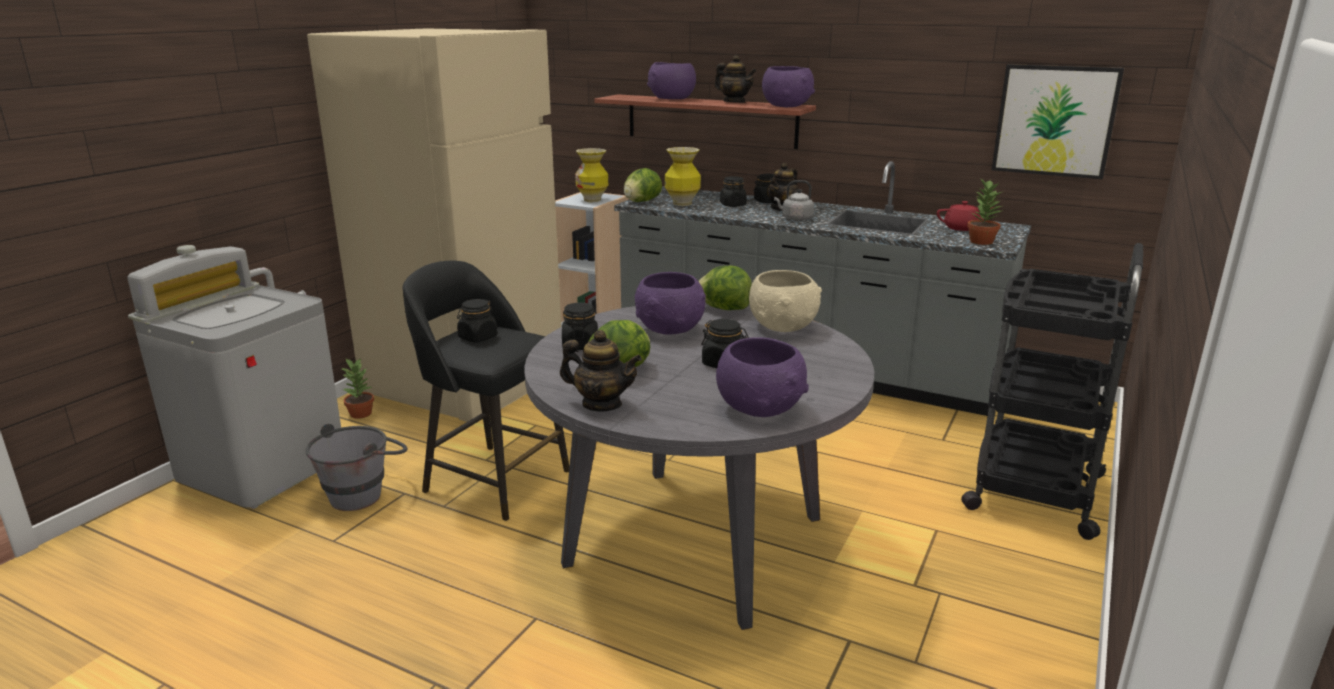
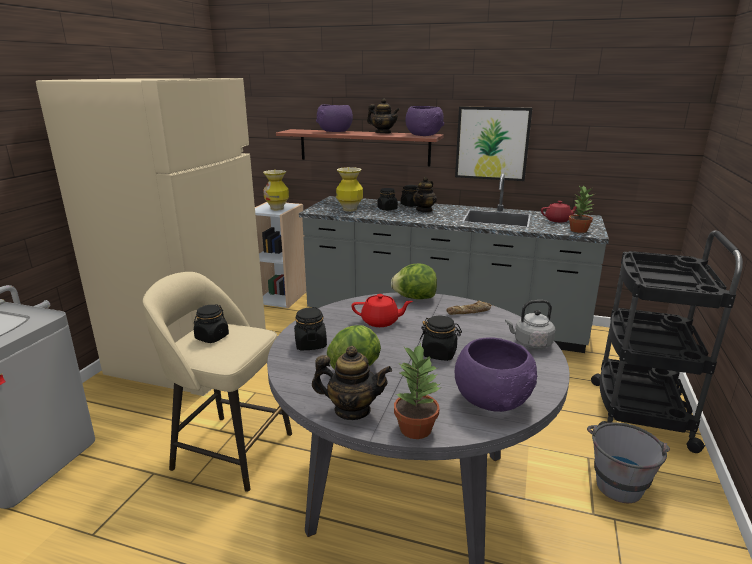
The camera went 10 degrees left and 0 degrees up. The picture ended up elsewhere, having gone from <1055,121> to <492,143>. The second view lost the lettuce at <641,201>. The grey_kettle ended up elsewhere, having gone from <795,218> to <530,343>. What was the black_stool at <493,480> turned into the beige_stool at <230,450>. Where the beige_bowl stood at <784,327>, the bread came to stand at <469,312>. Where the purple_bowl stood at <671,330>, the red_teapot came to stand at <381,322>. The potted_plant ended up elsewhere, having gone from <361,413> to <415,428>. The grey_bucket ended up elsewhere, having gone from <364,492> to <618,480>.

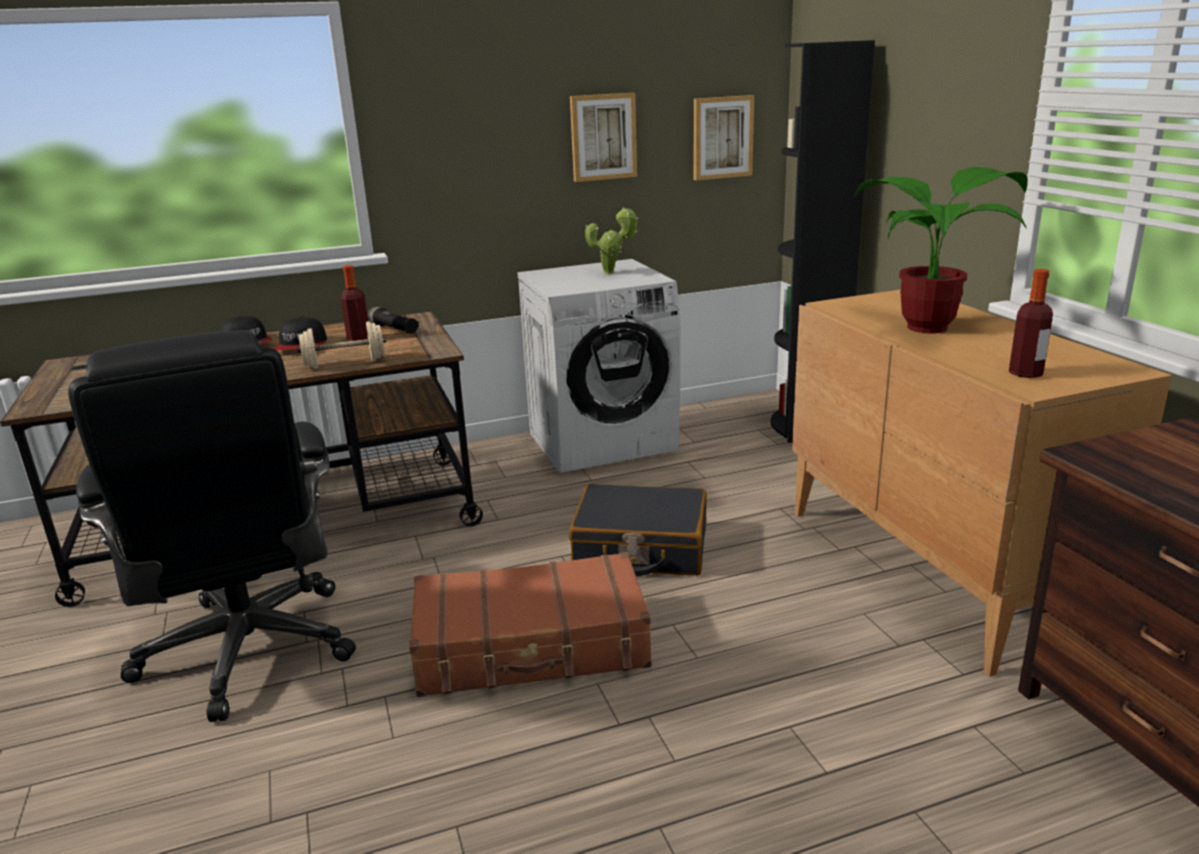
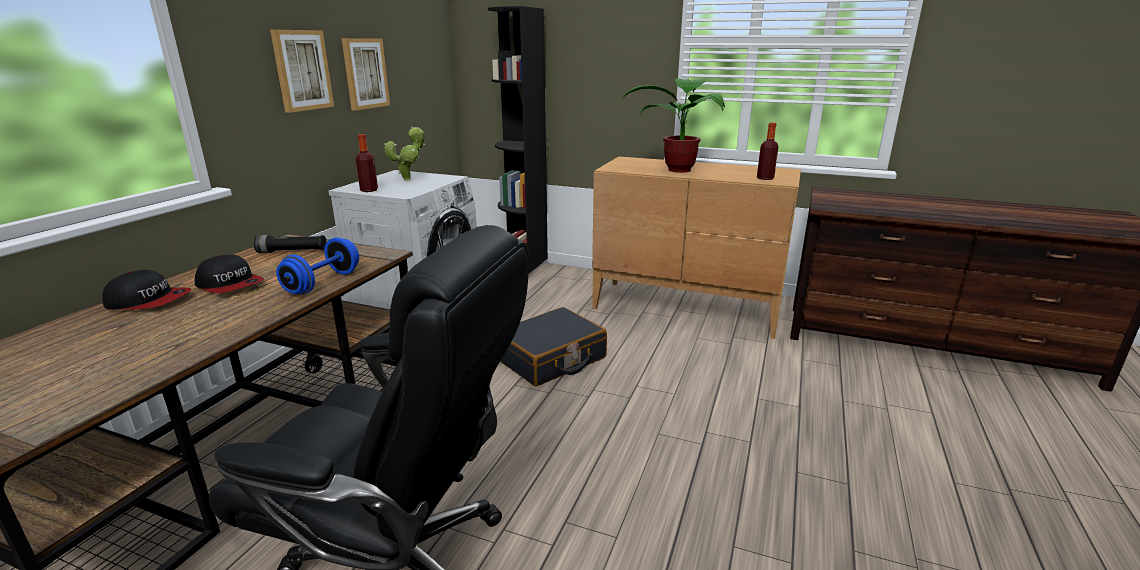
The camera went 50 degrees left and 0 degrees up. The picture ended up elsewhere, having gone from <722,137> to <302,70>. The bottle ended up elsewhere, having gone from <358,338> to <369,190>. What was the beige_dumbbell at <345,363> turned into the blue_dumbbell at <323,283>. The second view lost the brown_suitcase at <532,646>.

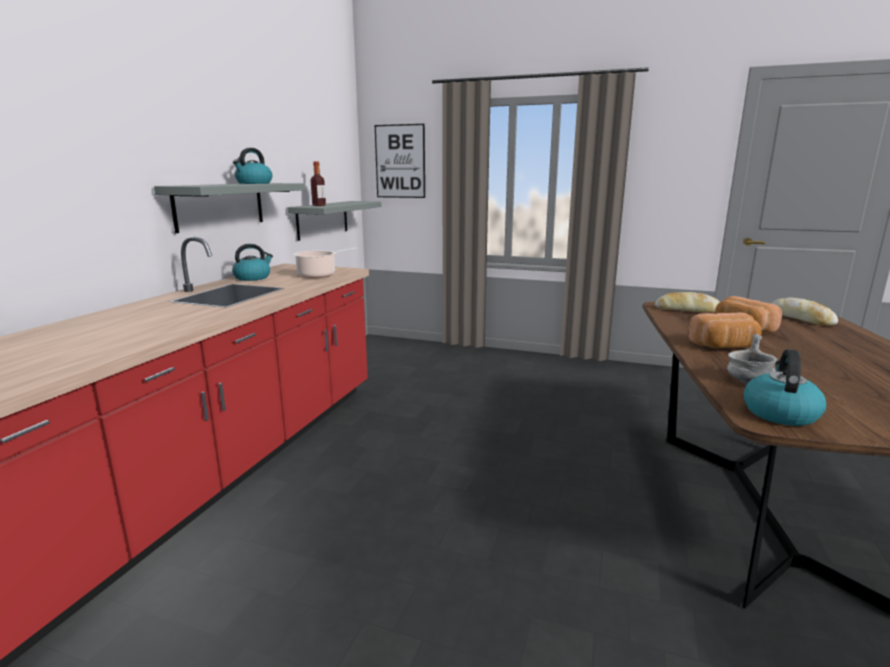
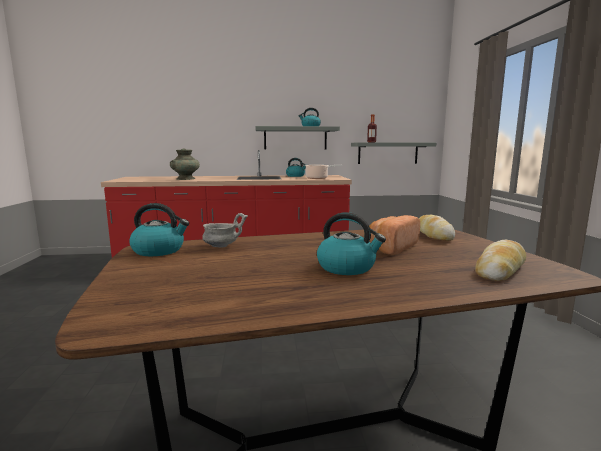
The camera went 65 degrees right and 5 degrees down. The second view lost the picture at <400,161>. The second view lost the bread at <724,346>. The second view gained the turquoise_vase at <185,179>. The second view gained the kettle at <347,267>.

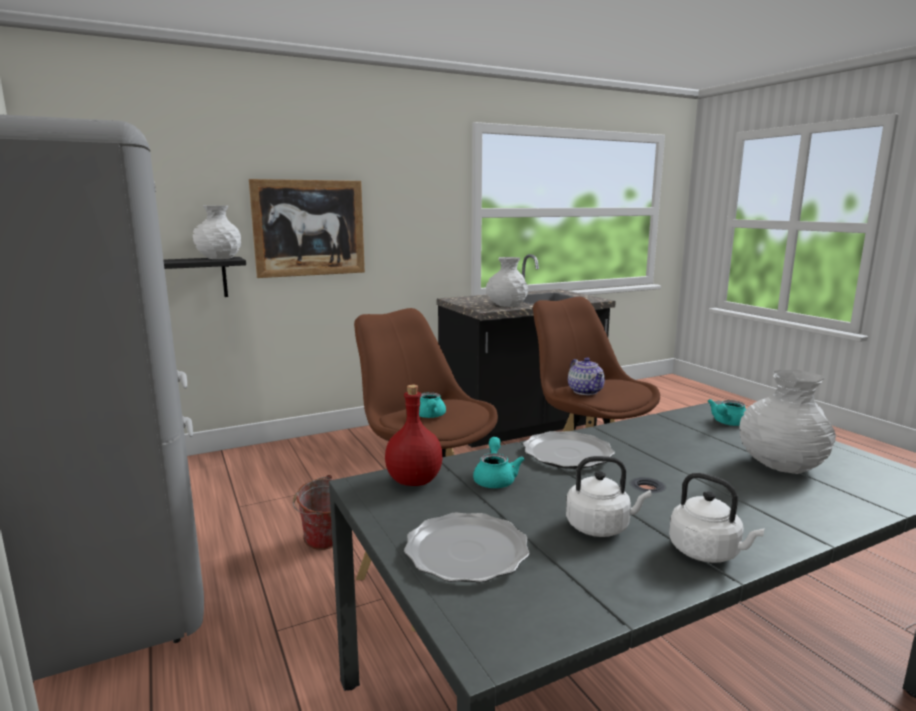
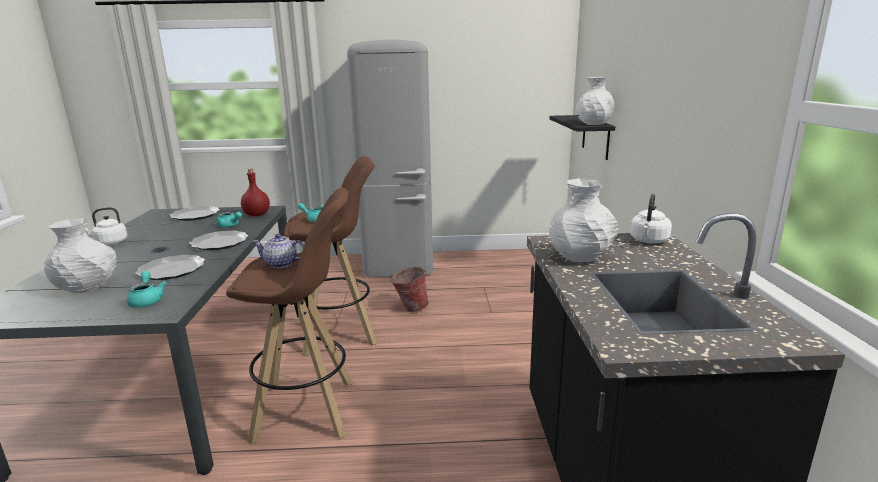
The camera went 115 degrees right and 5 degrees up. The second view lost the picture at <309,228>. The white_kettle ended up elsewhere, having gone from <601,527> to <648,241>. The second view gained the plate at <172,270>.

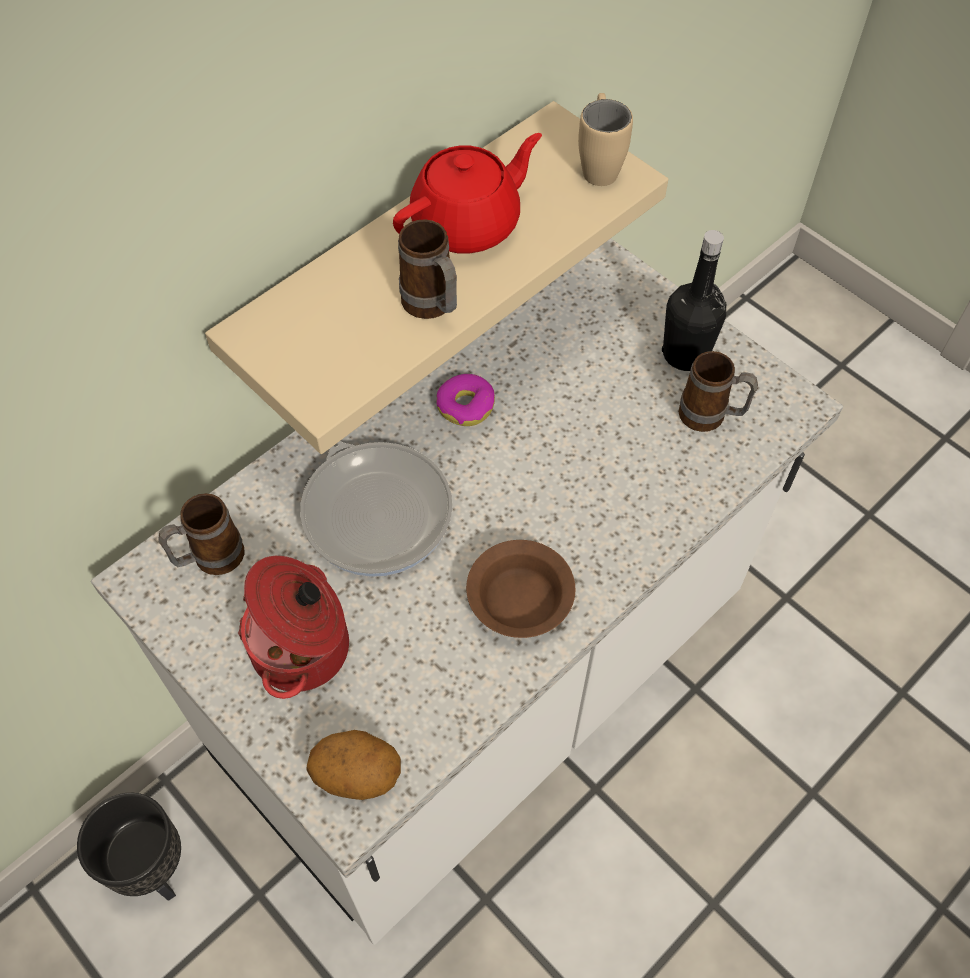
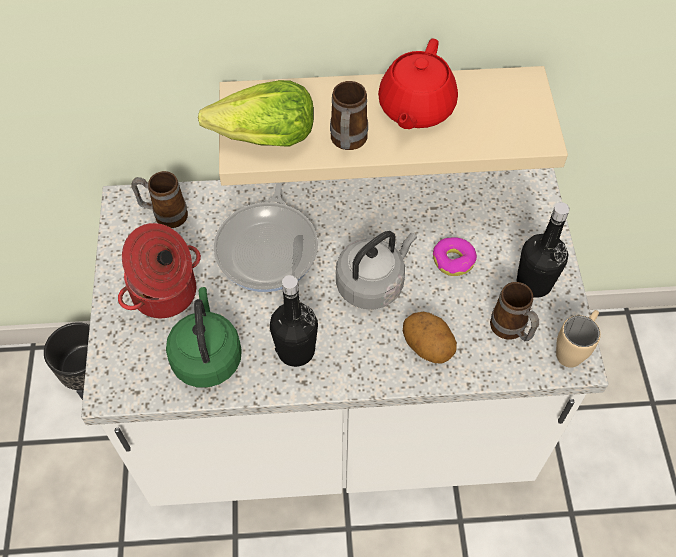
The camera went 40 degrees right and 0 degrees up. The beige_mug ended up elsewhere, having gone from <599,165> to <573,349>. The red_teapot at <468,224> ended up facing another way, 105 degrees clockwise from before. The donut ended up elsewhere, having gone from <466,405> to <453,260>. Where the brown_bowl stood at <518,599>, the black_bottle came to stand at <296,350>. The potato ended up elsewhere, having gone from <358,774> to <428,346>. The second view gained the lettuce at <265,138>. The second view gained the grey_kettle at <373,283>. The second view gained the green_kettle at <207,356>.

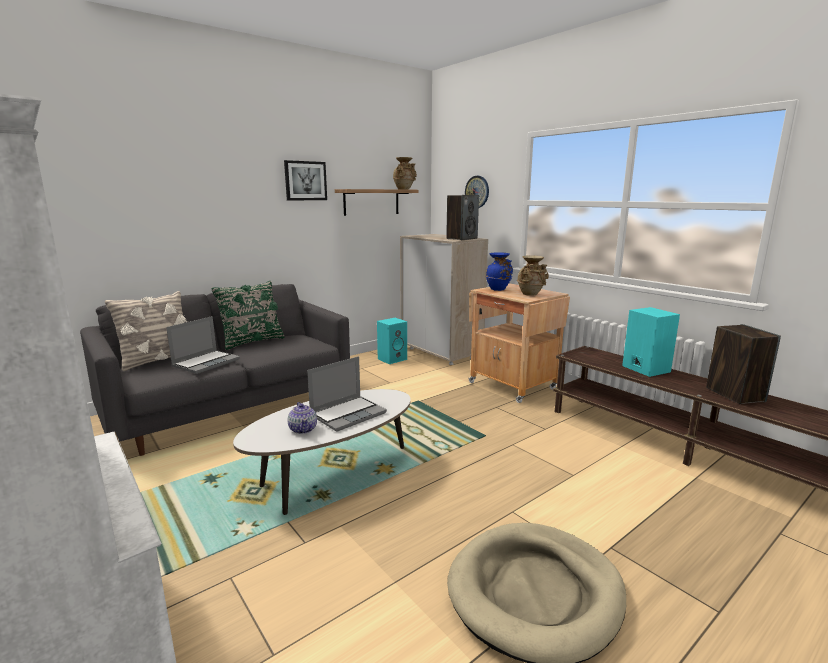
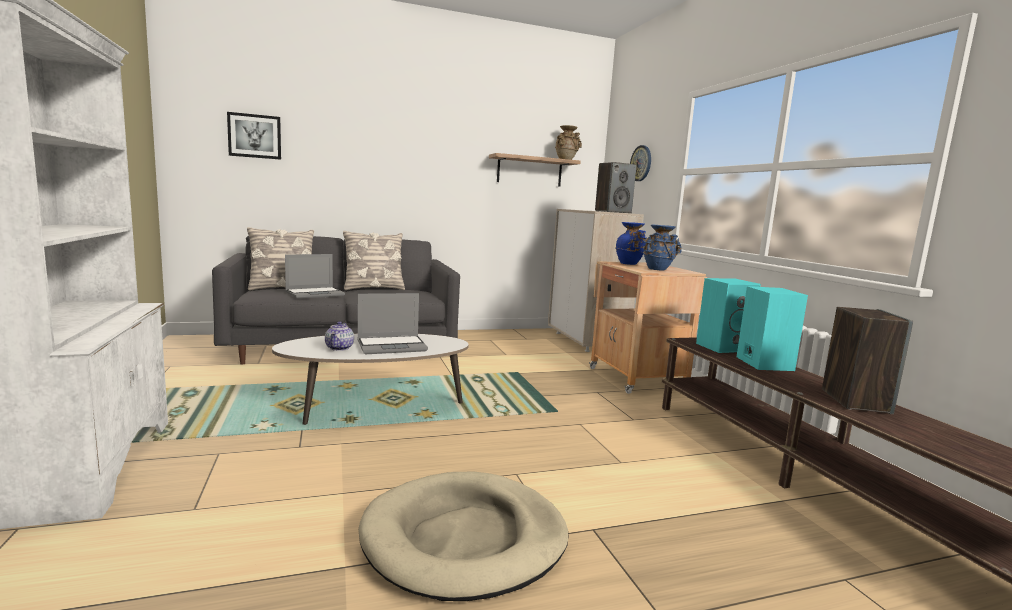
The camera went 20 degrees right and 5 degrees down. The picture ended up elsewhere, having gone from <305,181> to <255,136>. What was the beige_vase at <531,294> turned into the blue_vase at <658,269>. What was the green_pillow at <252,342> turned into the beige_pillow at <374,289>. The turquoise_speaker ended up elsewhere, having gone from <392,359> to <723,347>.

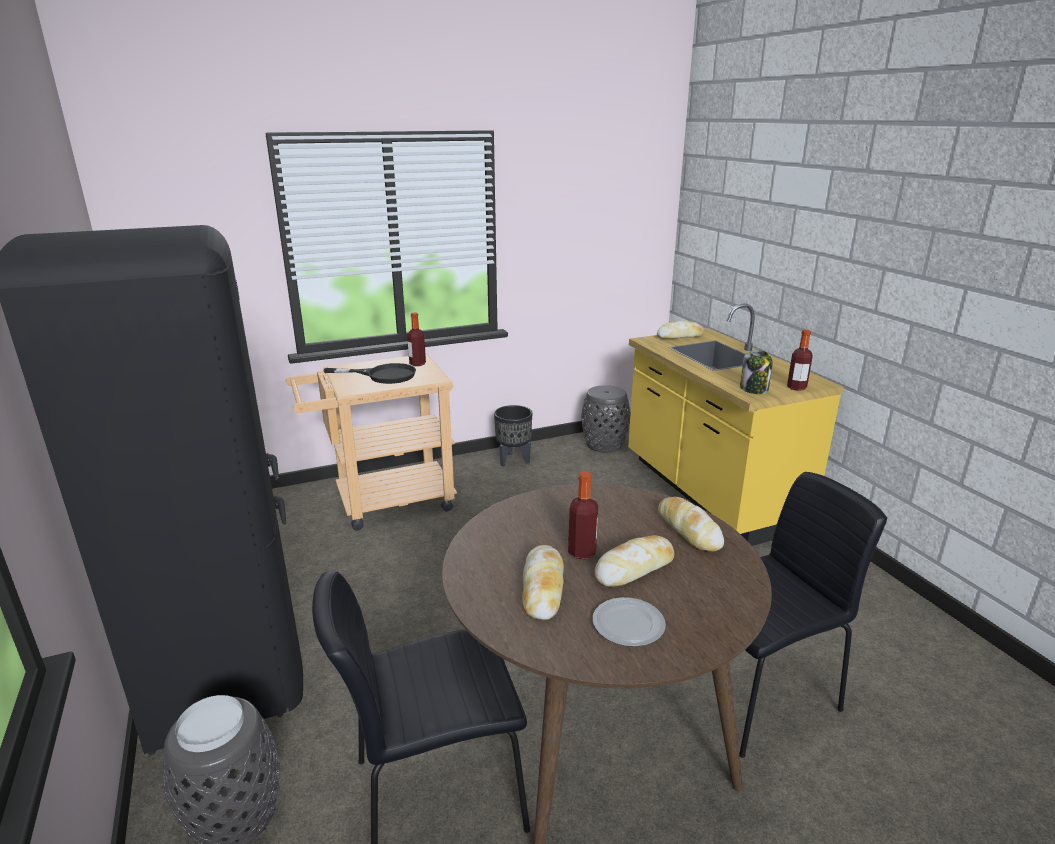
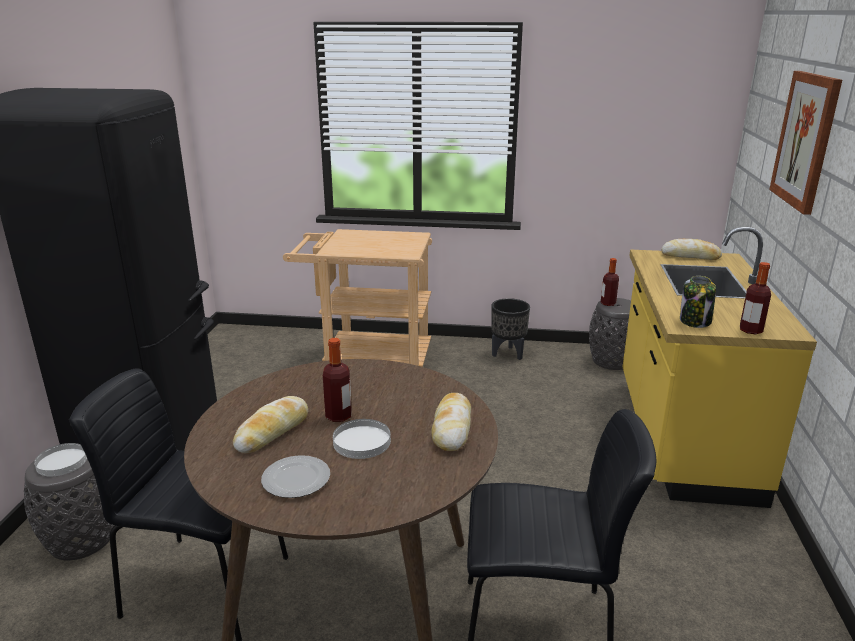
The camera went 30 degrees right and 0 degrees up. The bottle ended up elsewhere, having gone from <417,364> to <608,303>. The second view lost the black_frying_pan at <383,375>. Where the bread stood at <634,568>, the white_plate came to stand at <362,441>. The second view gained the picture at <805,140>.

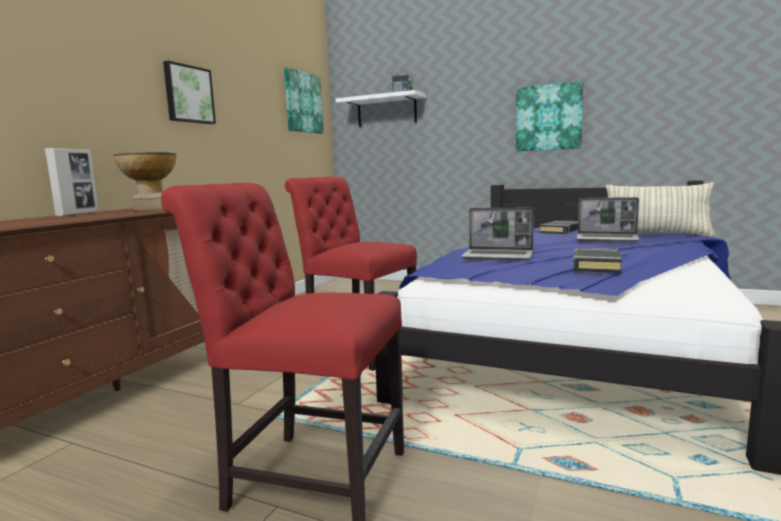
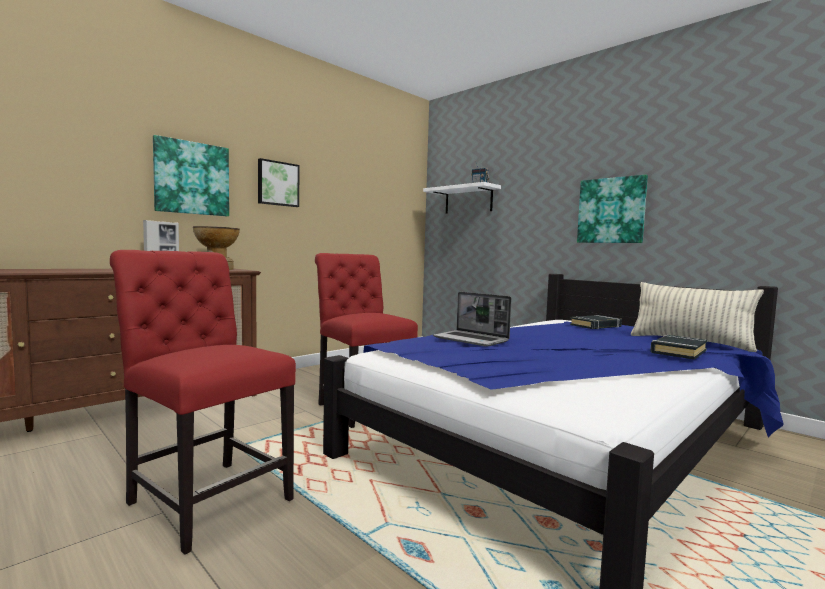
The camera went 20 degrees right and 5 degrees down. The picture ended up elsewhere, having gone from <303,102> to <192,178>. The second view lost the laptop at <607,239>. The black_book ended up elsewhere, having gone from <596,265> to <678,351>.

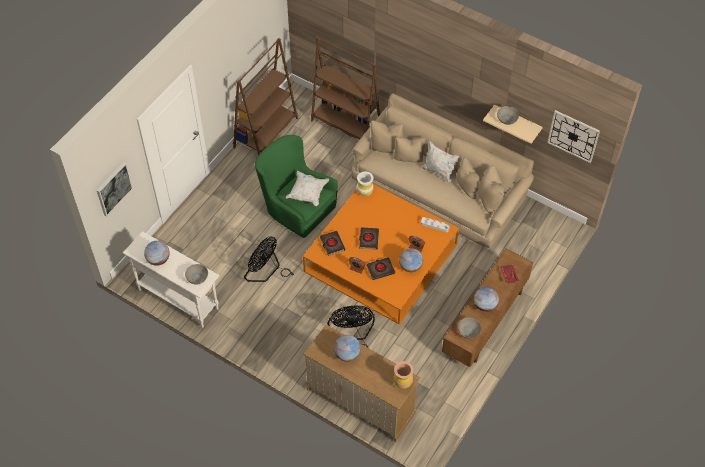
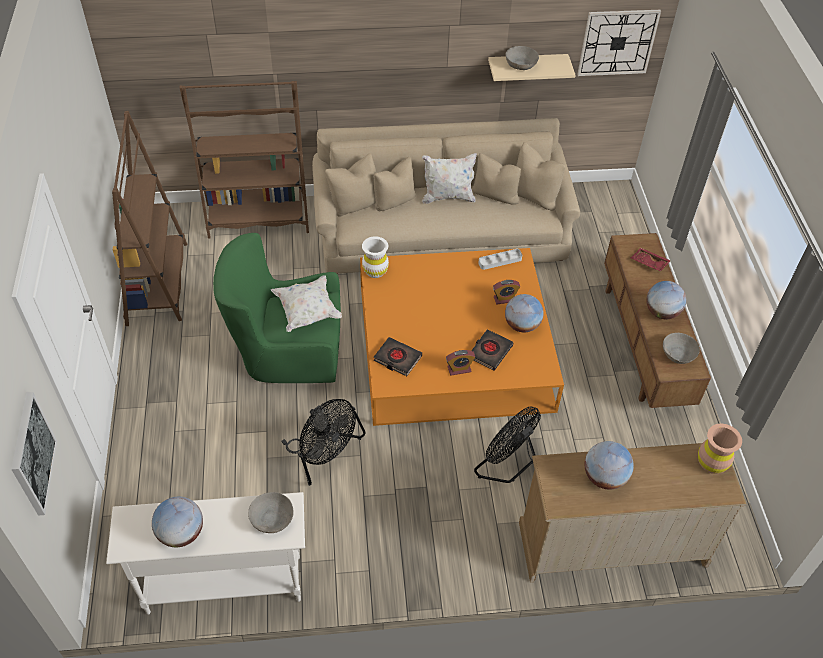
The camera went 40 degrees left and 5 degrees down. The second view lost the black_book at <368,239>. The black_fan at <268,269> ended up facing another way, 135 degrees counterclockwise from before.

